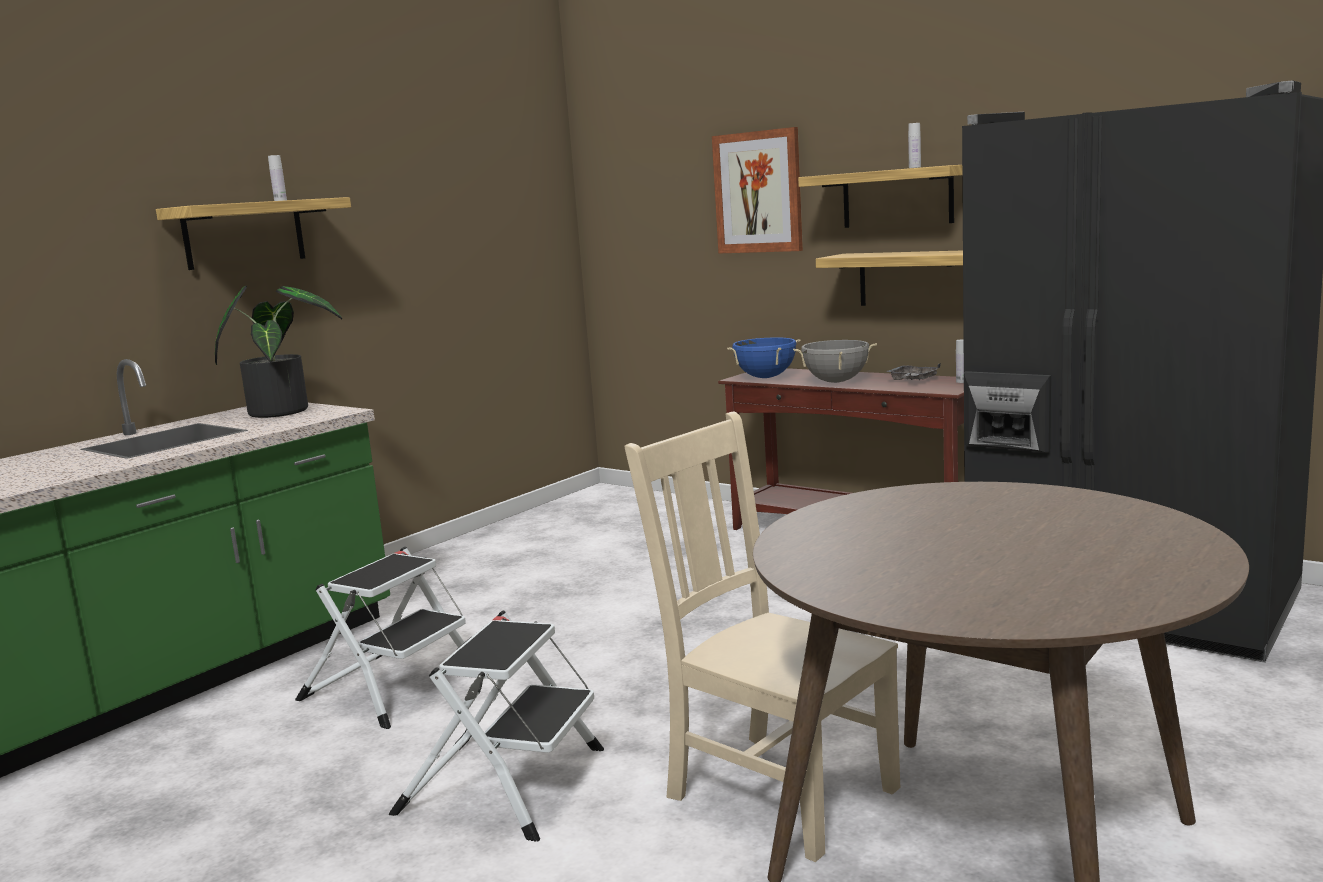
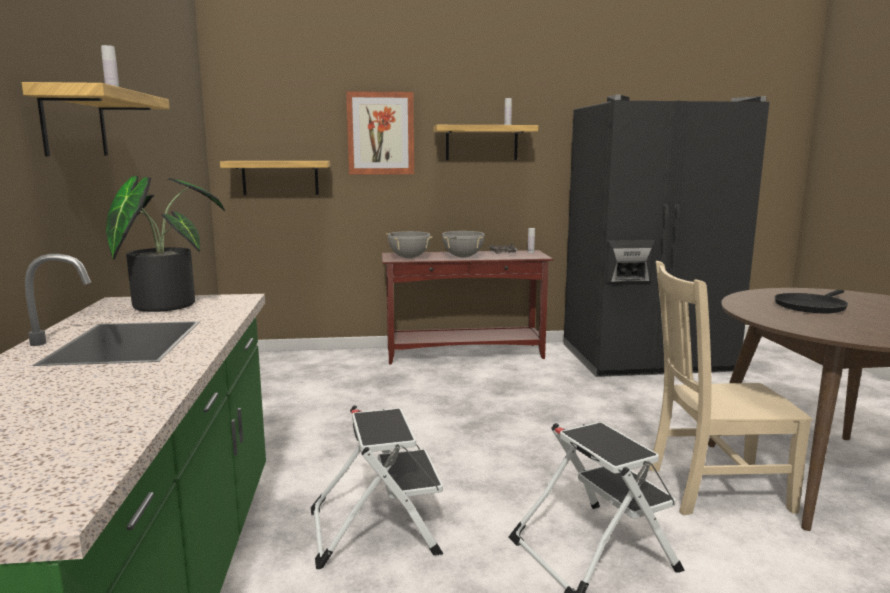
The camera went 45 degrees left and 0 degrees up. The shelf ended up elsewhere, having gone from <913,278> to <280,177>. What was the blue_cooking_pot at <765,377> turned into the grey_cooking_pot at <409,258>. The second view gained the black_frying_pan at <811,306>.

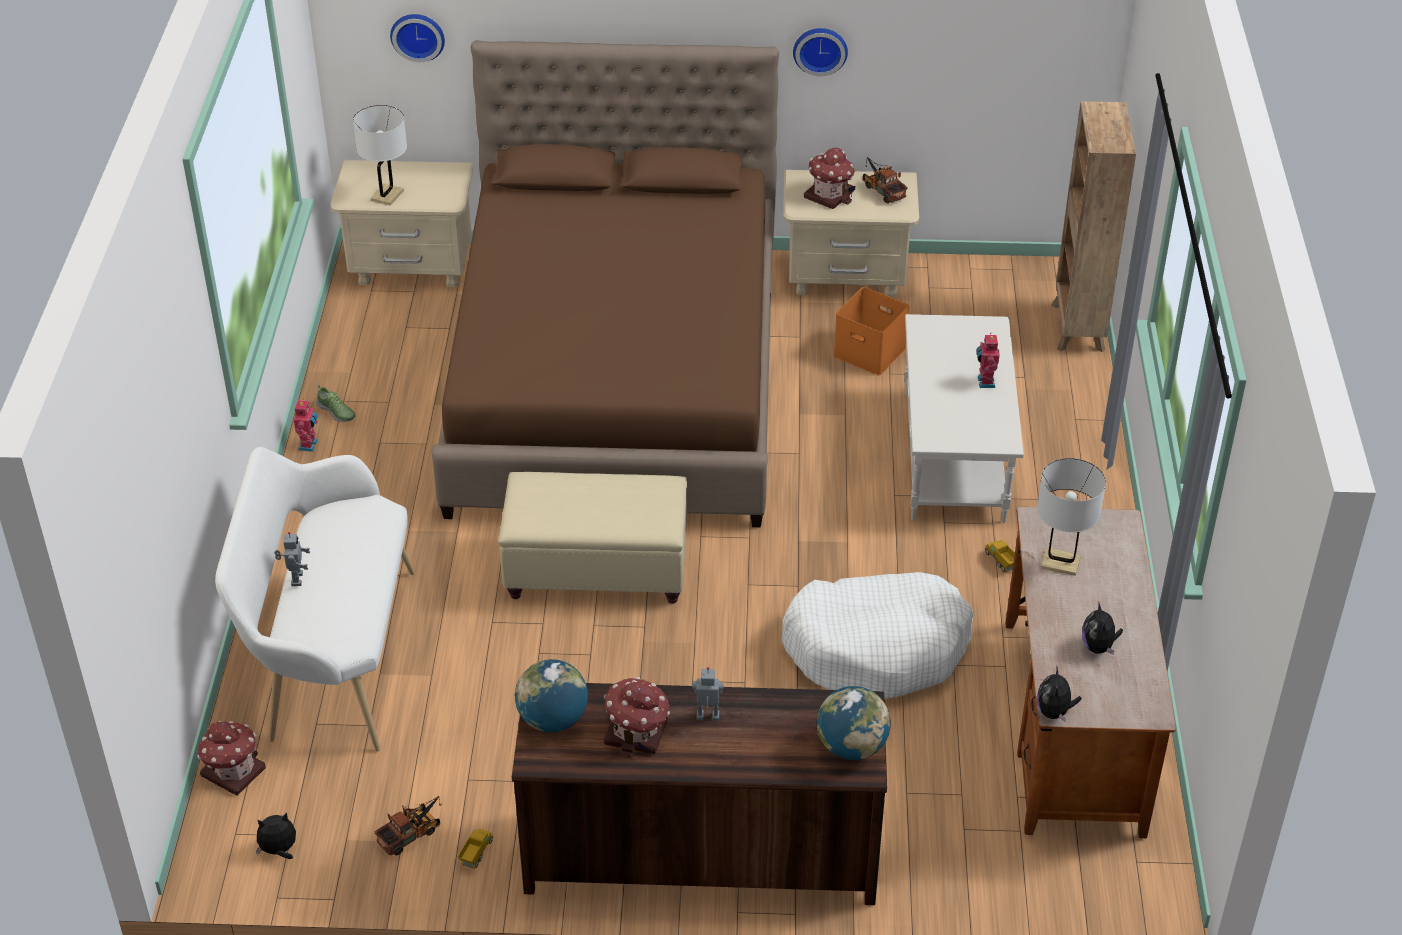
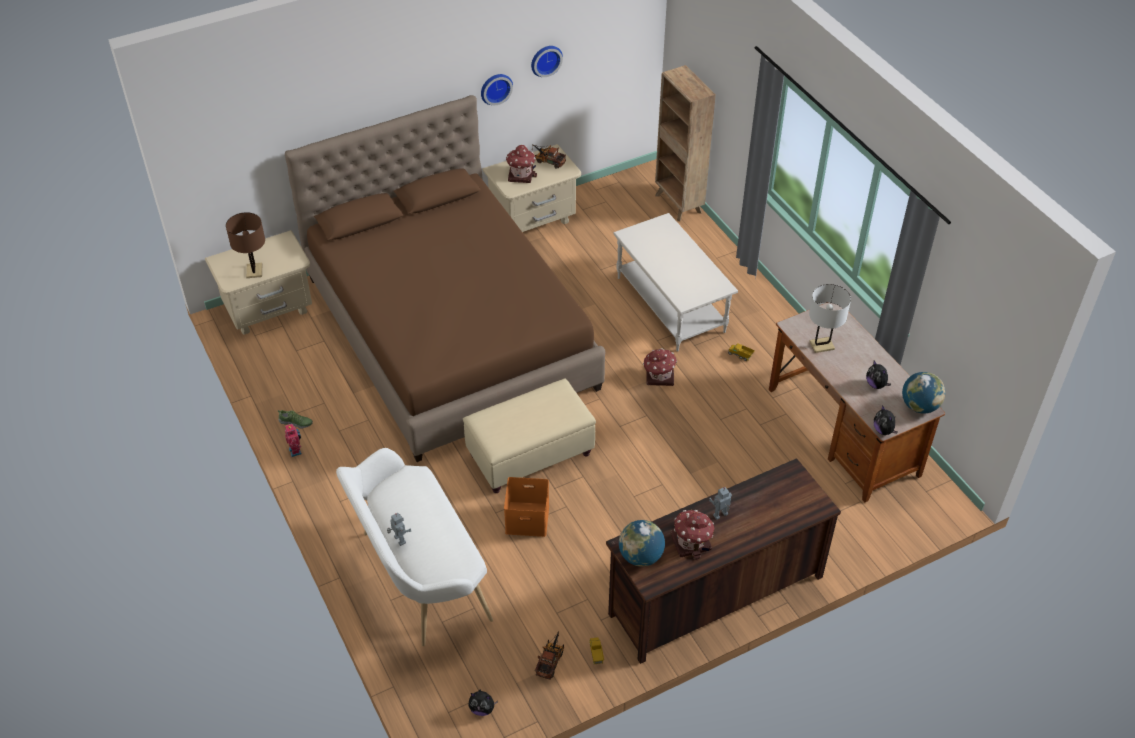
The camera went 30 degrees left and 5 degrees up. The wall_clock ended up elsewhere, having gone from <418,35> to <545,59>. What was the white_table_lamp at <387,195> turned into the brown_table_lamp at <254,271>. The orange_storage_box ended up elsewhere, having gone from <871,352> to <528,518>. The second view lost the toy_robot at <984,382>. The second view lost the white_dog_bed at <877,648>. The globe ended up elsewhere, having gone from <851,747> to <919,406>. The toy_house ended up elsewhere, having gone from <232,771> to <659,376>. The plush_toy at <279,850> ended up facing another way, 120 degrees counterclockwise from before.

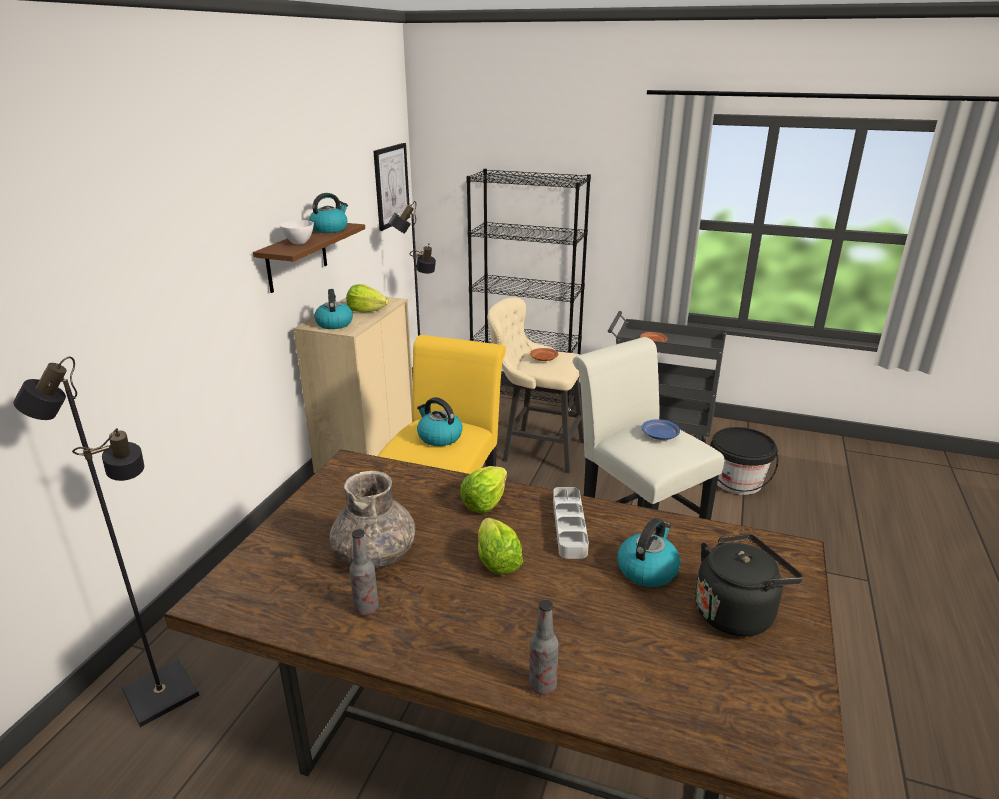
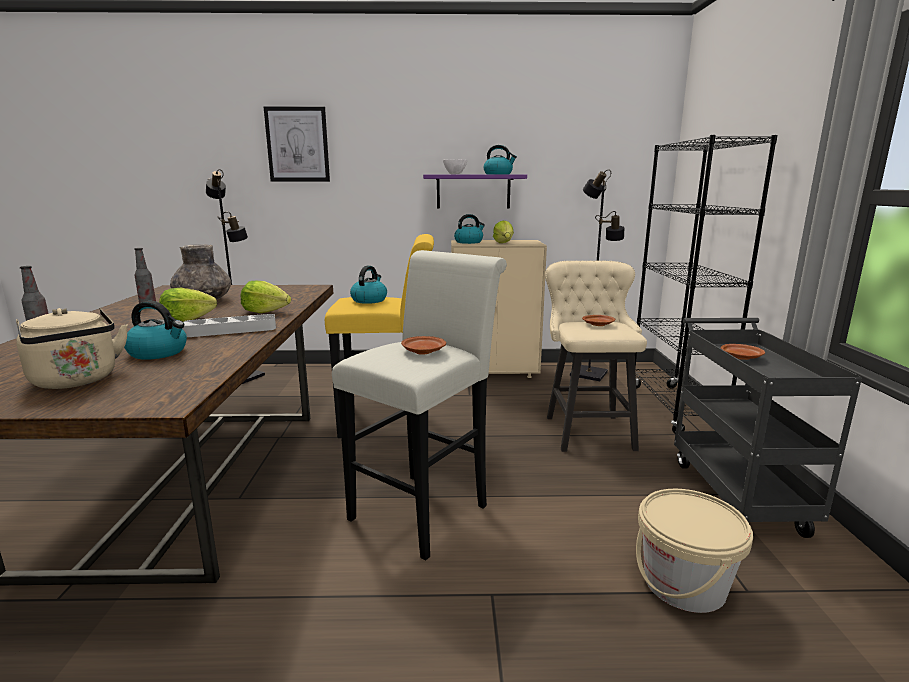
The camera went 70 degrees right and 10 degrees down. The picture ended up elsewhere, having gone from <391,186> to <297,144>. What was the brown_shelf at <297,257> turned into the purple_shelf at <473,191>. What was the blue_plate at <659,435> turned into the brown_plate at <423,351>. What was the black_bucket at <737,482> turned into the beige_bucket at <683,583>. What was the black_kettle at <737,612> turned into the beige_kettle at <77,381>.

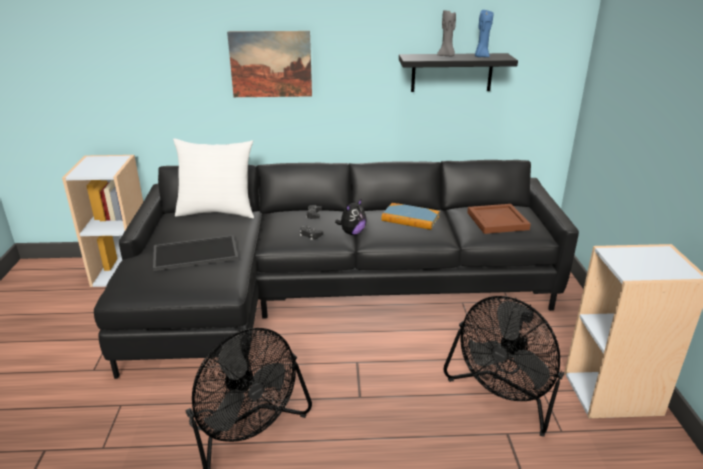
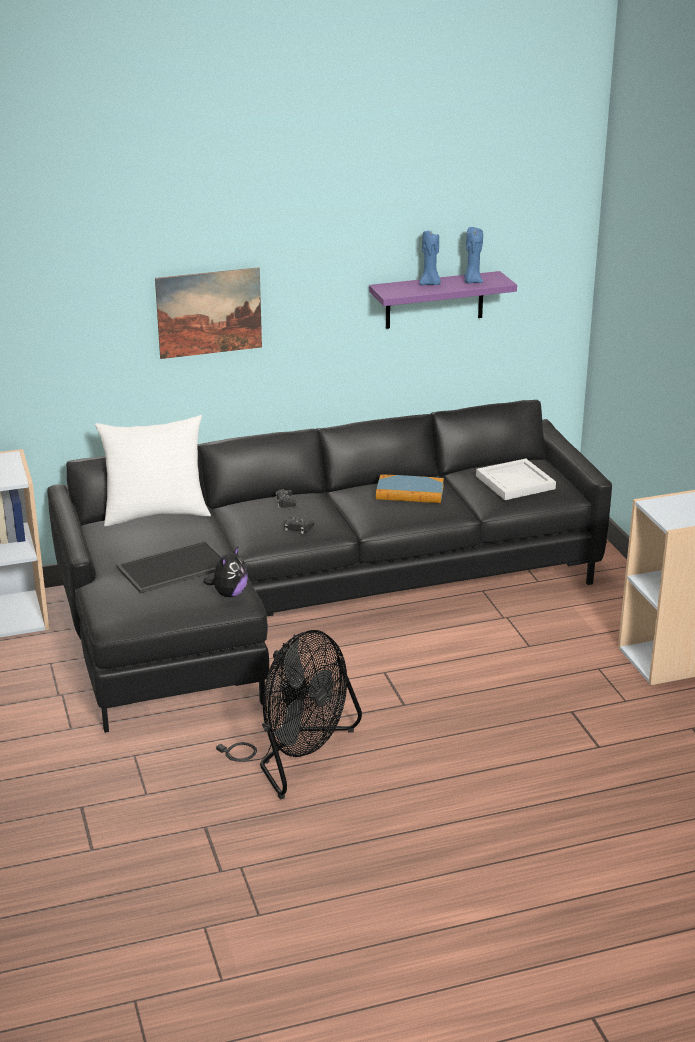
The camera went 15 degrees left and 0 degrees up. What was the grey_candle at <446,56> turned into the blue_candle at <430,284>. What was the black_shelf at <452,72> turned into the purple_shelf at <434,300>. The plush_toy ended up elsewhere, having gone from <352,233> to <229,594>. What was the brown_tray at <498,220> turned into the white_tray at <515,482>. The second view lost the black_fan at <501,392>.

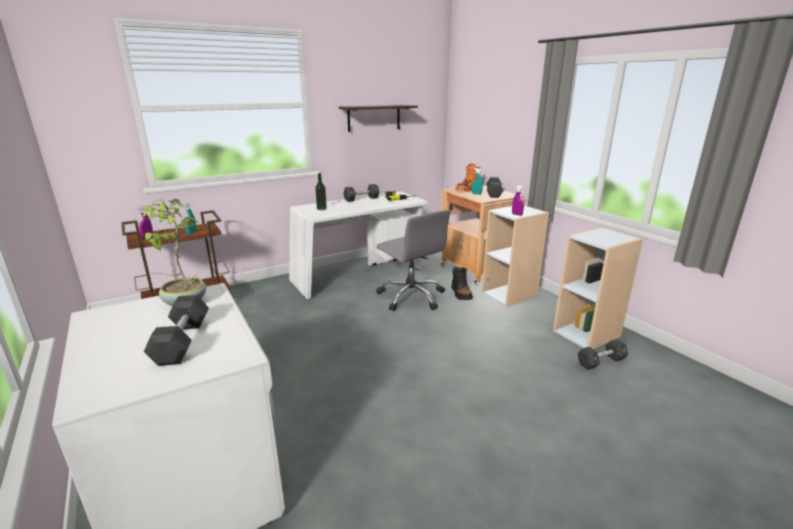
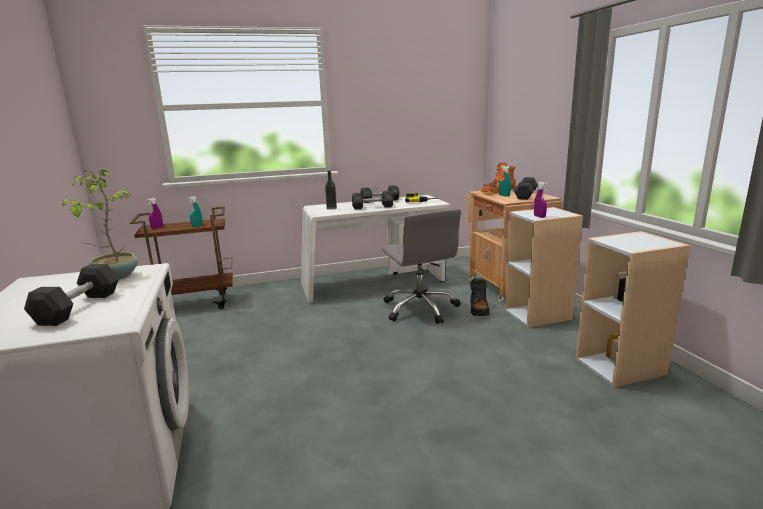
The camera went 15 degrees right and 5 degrees down. The second view lost the shelf at <374,118>. The black_dumbbell ended up elsewhere, having gone from <601,361> to <372,207>.

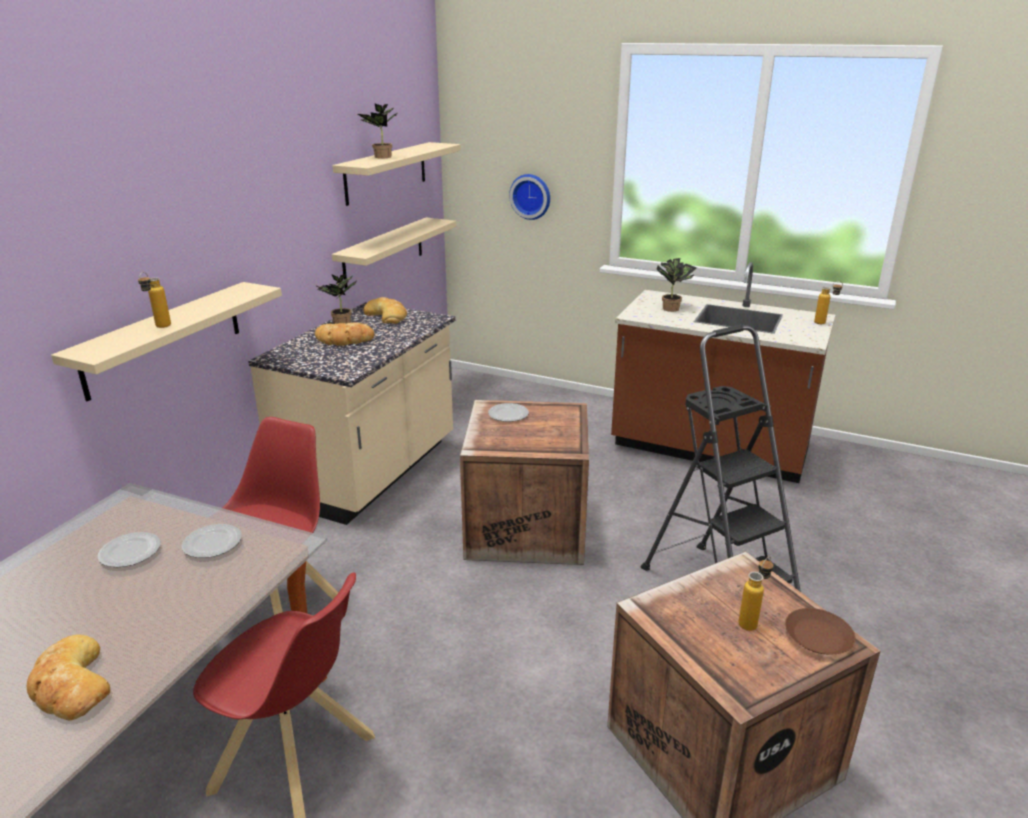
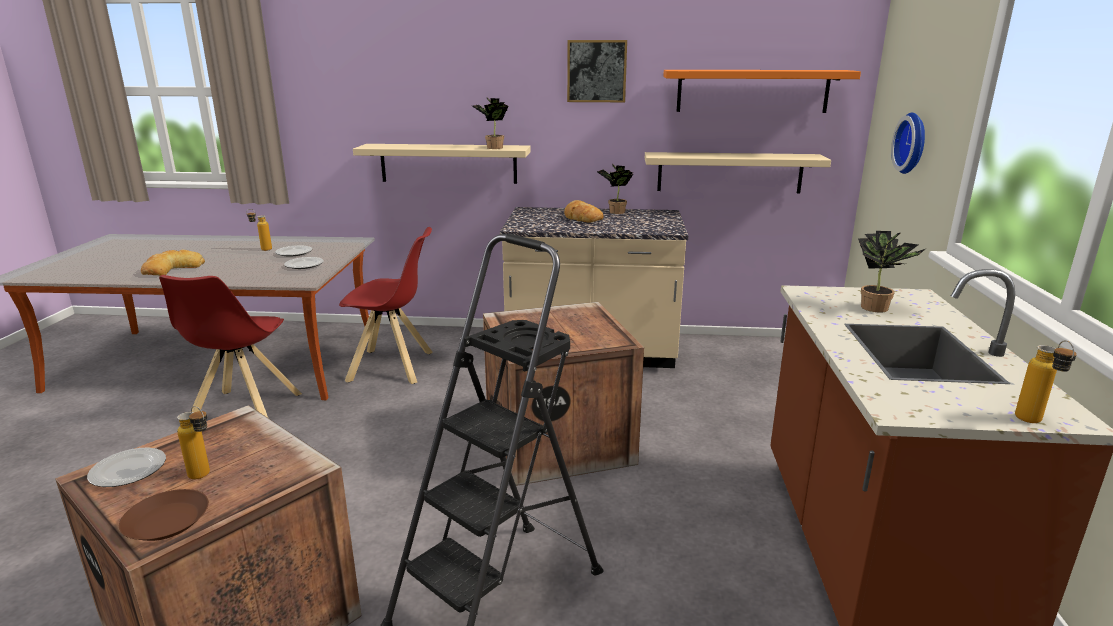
The camera went 70 degrees right and 5 degrees down. The potted_plant ended up elsewhere, having gone from <381,157> to <492,148>. What was the beige_shelf at <386,172> turned into the orange_shelf at <752,91>. The bottle ended up elsewhere, having gone from <159,327> to <262,249>. The second view lost the bread at <387,316>. The plate ended up elsewhere, having gone from <508,415> to <128,470>. The second view gained the picture at <596,71>.

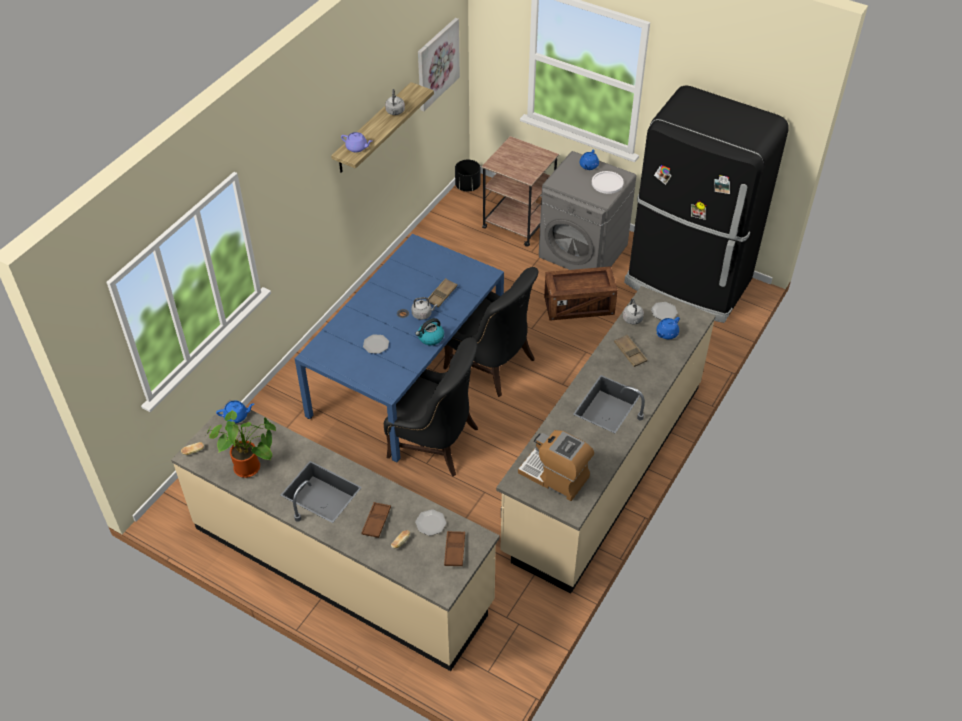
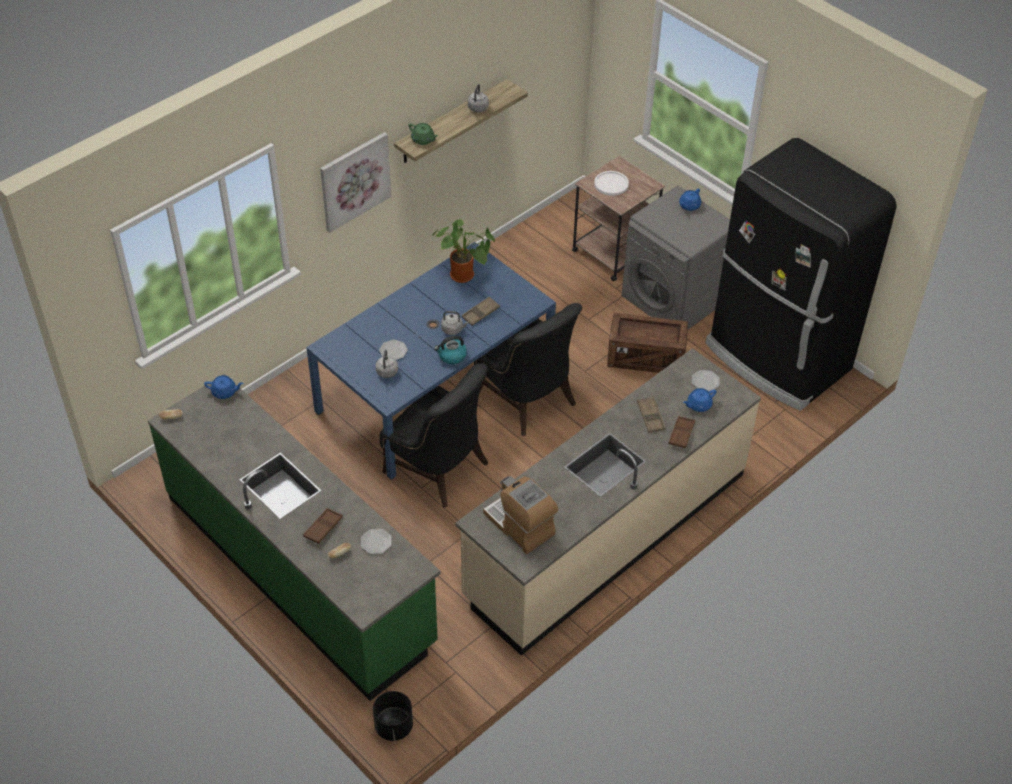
The camera went 15 degrees right and 0 degrees up. The picture ended up elsewhere, having gone from <437,63> to <354,181>. What was the purple_teapot at <357,148> turned into the green_teapot at <423,140>. The black_planter ended up elsewhere, having gone from <467,186> to <393,726>. The white_plate ended up elsewhere, having gone from <607,183> to <611,184>. The grey_kettle ended up elsewhere, having gone from <633,320> to <386,373>. What was the beige_counter at <342,564> turned into the green_counter at <300,569>. The potted_plant ended up elsewhere, having gone from <250,467> to <465,276>. The brown_tray ended up elsewhere, having gone from <454,550> to <681,434>.

